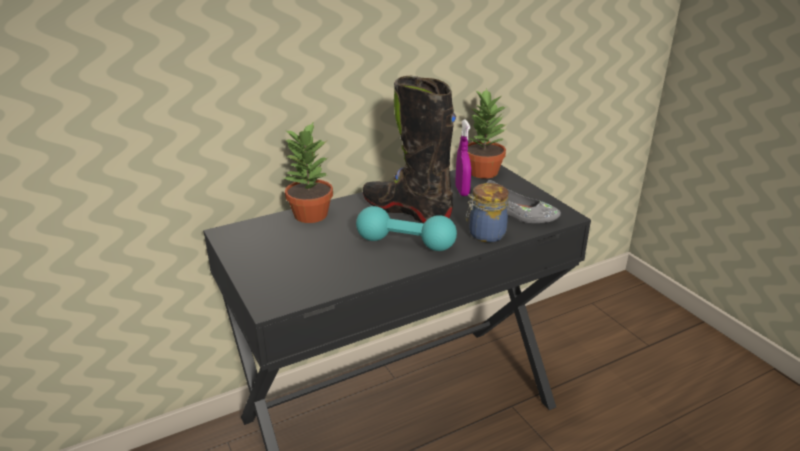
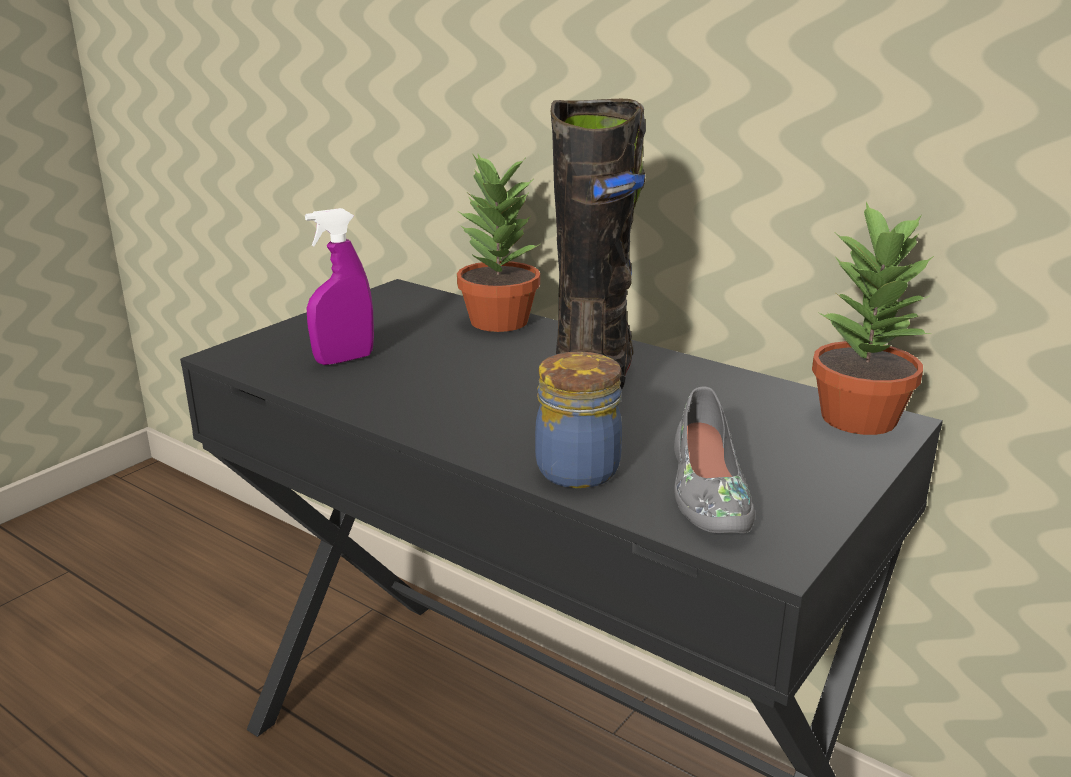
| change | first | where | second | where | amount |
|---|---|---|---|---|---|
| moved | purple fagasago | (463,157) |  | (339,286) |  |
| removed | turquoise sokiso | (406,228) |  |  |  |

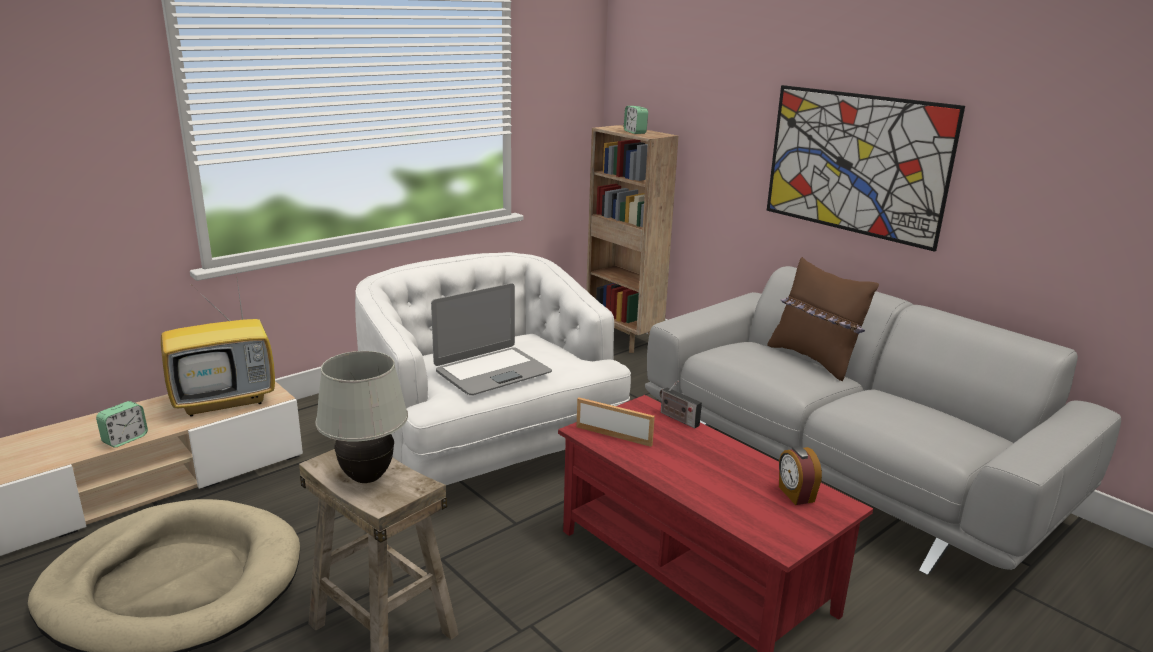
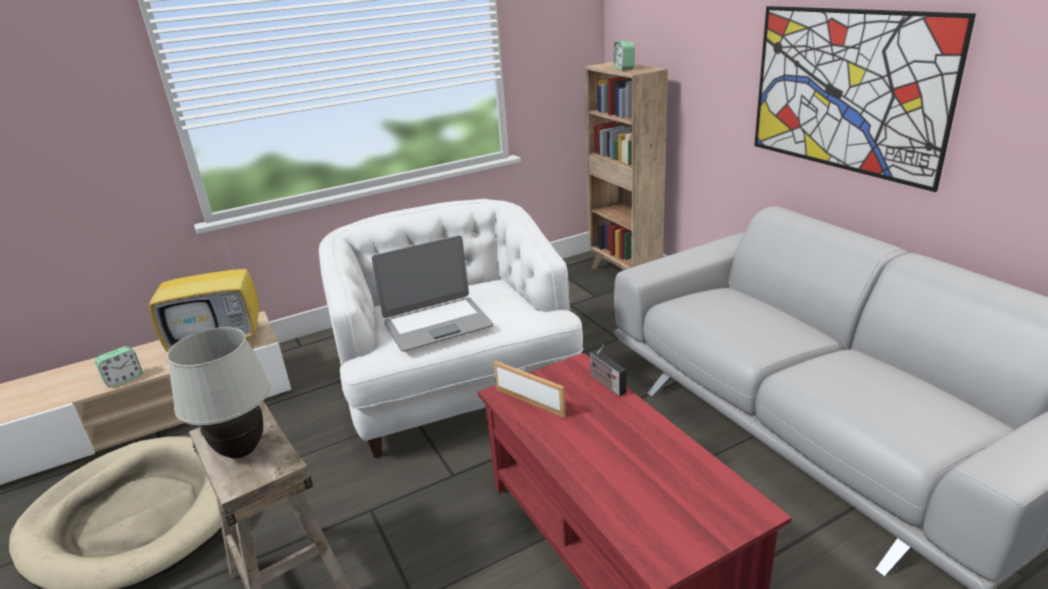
| change | first | where | second | where | amount |
|---|---|---|---|---|---|
| removed | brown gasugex | (823,319) |  |  |  |
| removed | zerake | (800,475) |  |  |  |

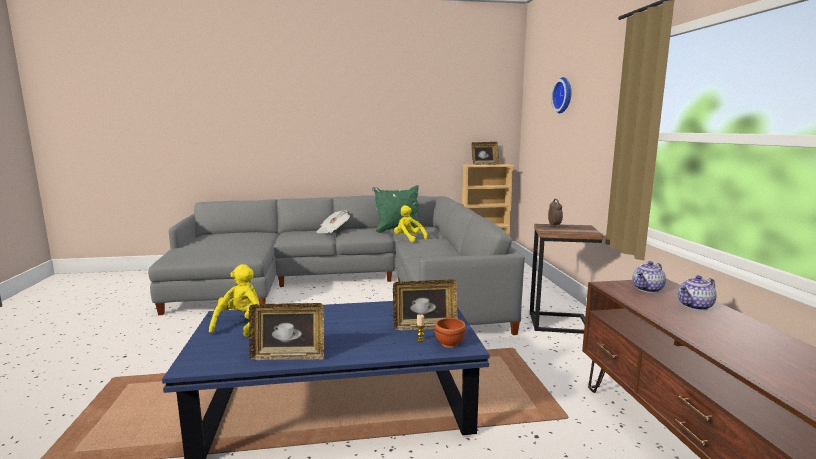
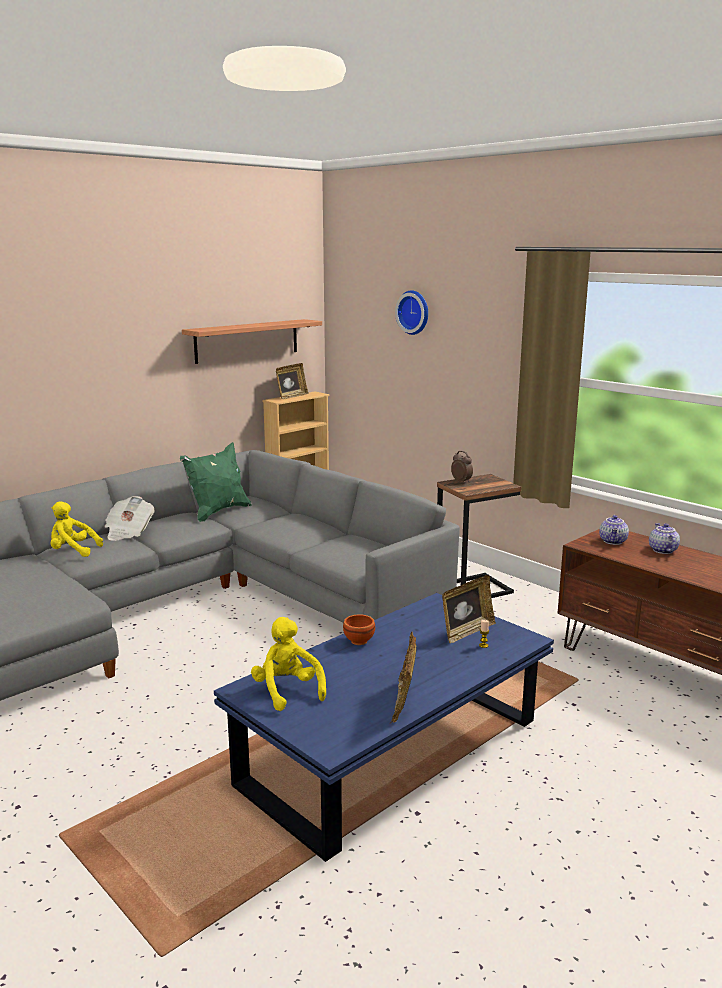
| change | first | where | second | where | amount |
|---|---|---|---|---|---|
| moved | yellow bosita | (411,223) |  | (76,529) |  |
| added |  |  | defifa | (252,341) |  |
| moved | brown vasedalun | (450,333) |  | (359,629) |  |
| turned | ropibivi | (287,331) |  | (402,677) | 135 degrees clockwise |
| turned | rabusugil | (697,293) |  | (664,538) | 150 degrees clockwise |

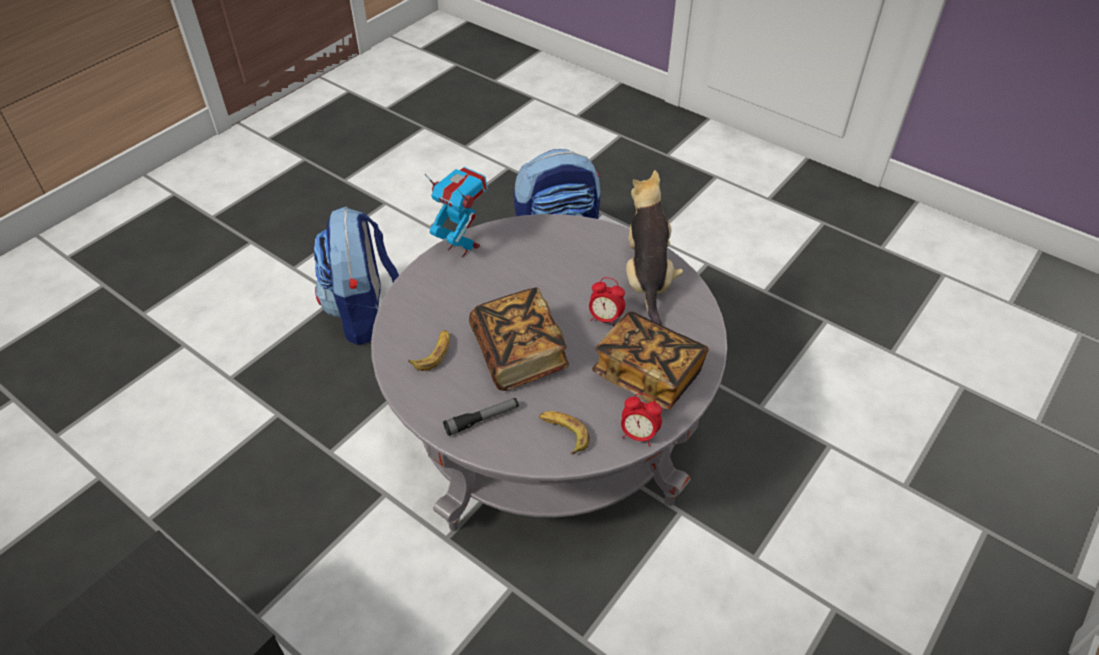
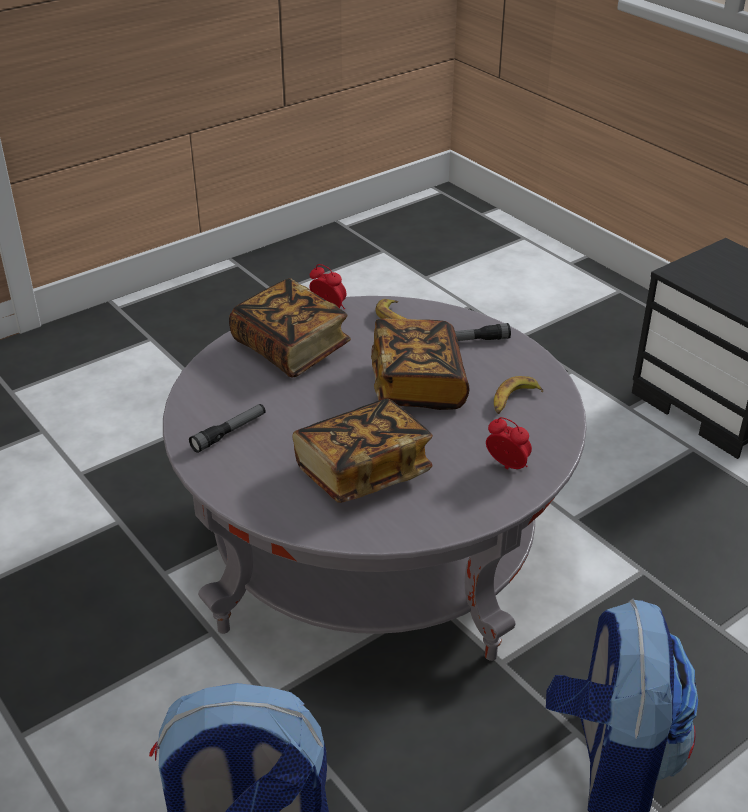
| change | first | where | second | where | amount |
|---|---|---|---|---|---|
| replaced | bosita | (654,247) | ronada | (227,428) |  |
| added |  |  | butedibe | (362,451) |  |
| moved | zerake | (607,301) |  | (509,443) |  |
| removed | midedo | (456,212) |  |  |  |

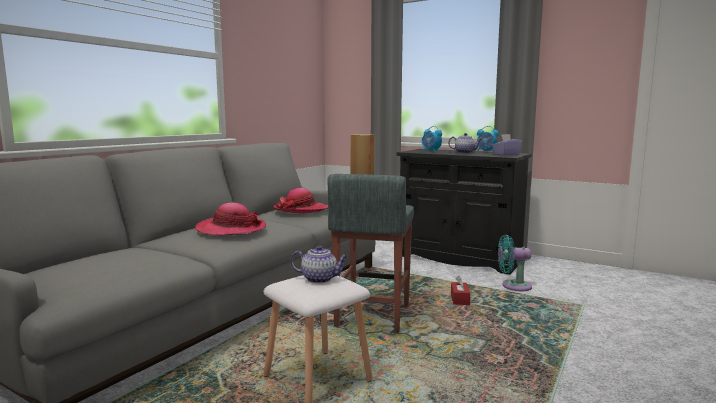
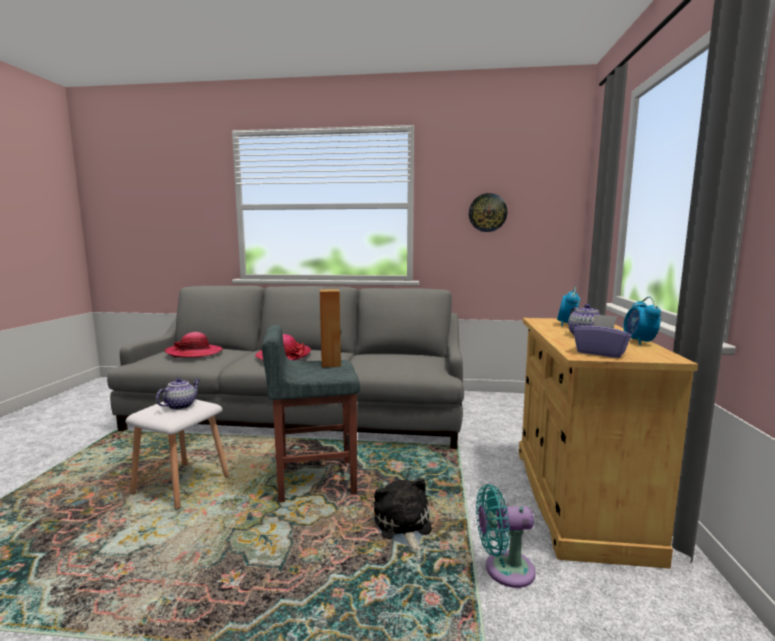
| change | first | where | second | where | amount |
|---|---|---|---|---|---|
| turned | rabusugil | (319,264) |  | (178,394) | 135 degrees counterclockwise |
| moved | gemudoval | (300,201) |  | (194,345) |  |
| replaced | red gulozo | (460,290) | bosita | (403,515) |  |
| added |  |  | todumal | (488,212) |  |
| turned | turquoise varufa | (515,263) |  | (506,536) | 75 degrees counterclockwise |
| recoloured | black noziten | (464,212) | beige noziten | (608,443) |  |

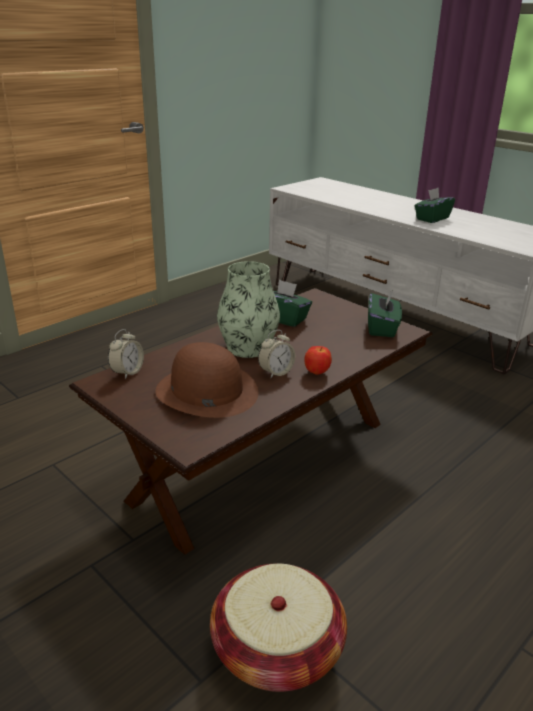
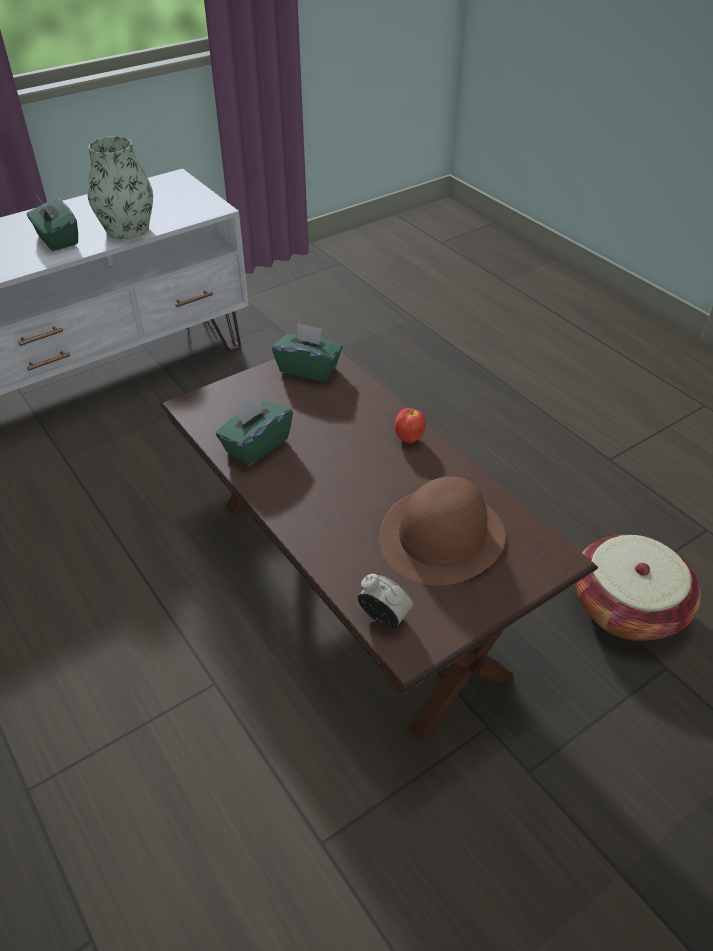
| change | first | where | second | where | amount |
|---|---|---|---|---|---|
| moved | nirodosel | (248,309) |  | (120,187) |  |
| removed | zerake | (276,354) |  |  |  |

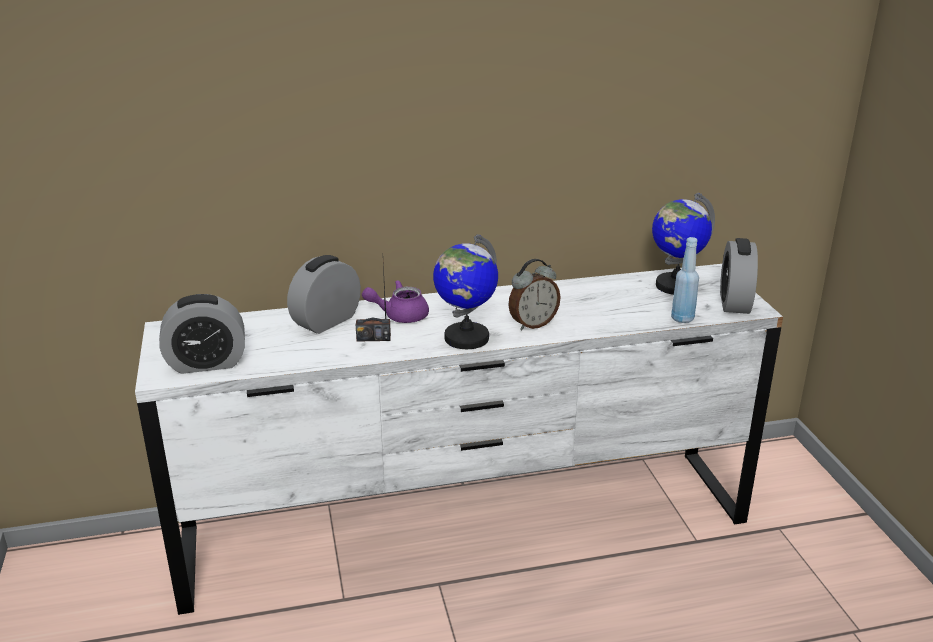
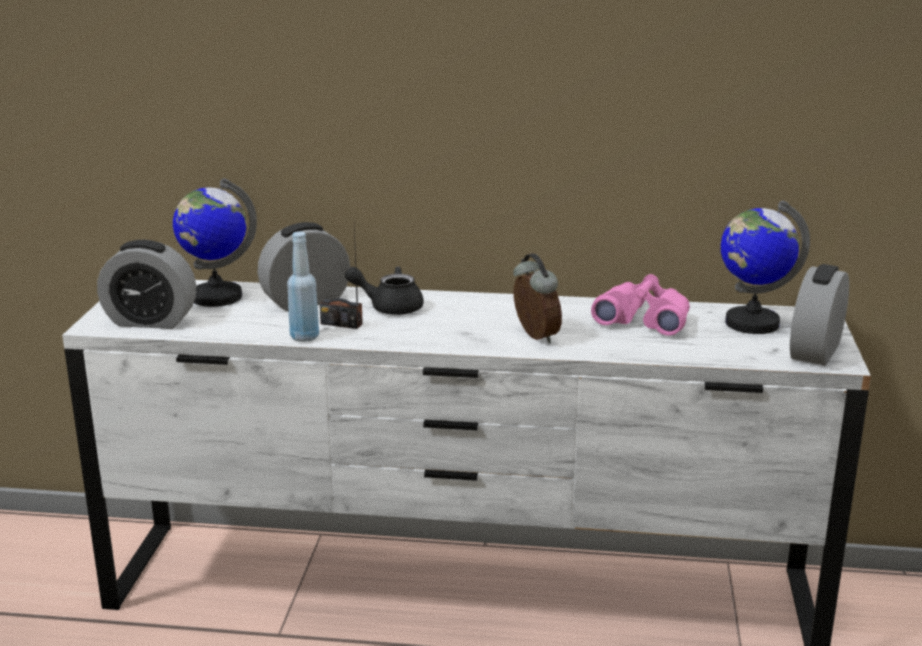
| change | first | where | second | where | amount |
|---|---|---|---|---|---|
| moved | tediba | (465,291) |  | (215,242) |  |
| moved | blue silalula | (685,280) |  | (303,287) |  |
| recoloured | purple rabusugil | (395,301) | black rabusugil | (384,290) |  |
| turned | zerake | (534,294) |  | (537,298) | 105 degrees counterclockwise |
| added |  |  | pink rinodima | (640,305) |  |

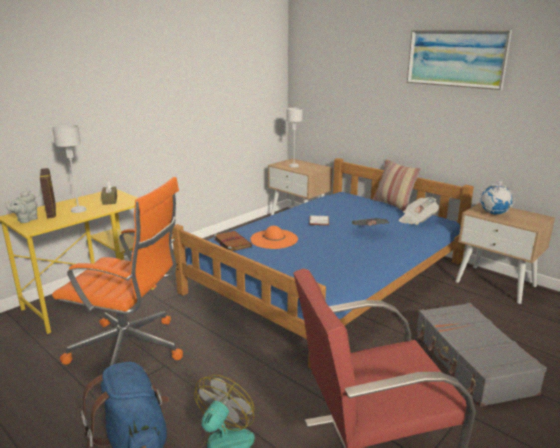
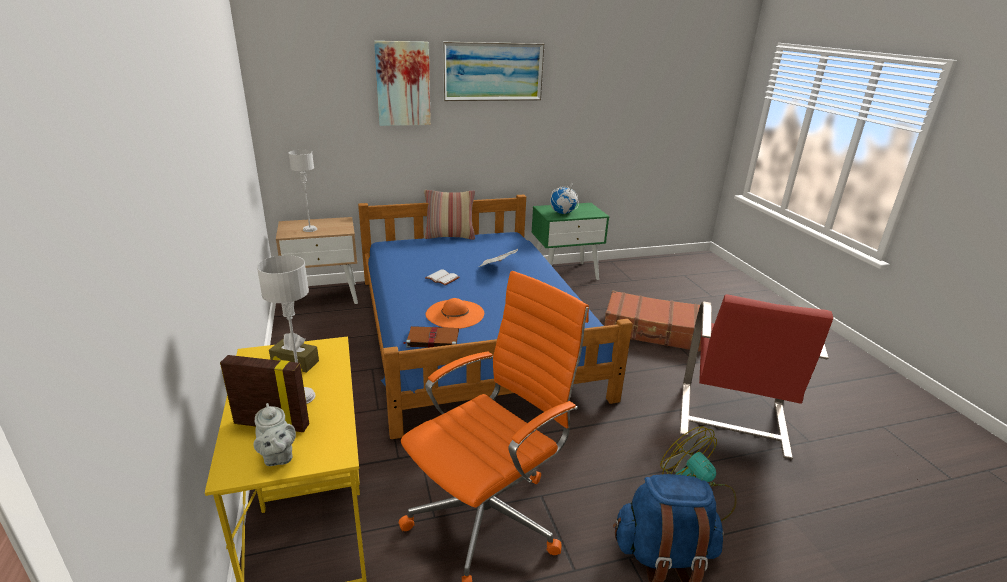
| change | first | where | second | where | amount |
|---|---|---|---|---|---|
| added |  |  | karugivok | (402,83) |  |
| recoloured | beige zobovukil | (505,253) | green zobovukil | (570,241) |  |
| recoloured | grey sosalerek | (481,355) | brown sosalerek | (652,321) |  |
| removed | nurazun | (419,211) |  |  |  |

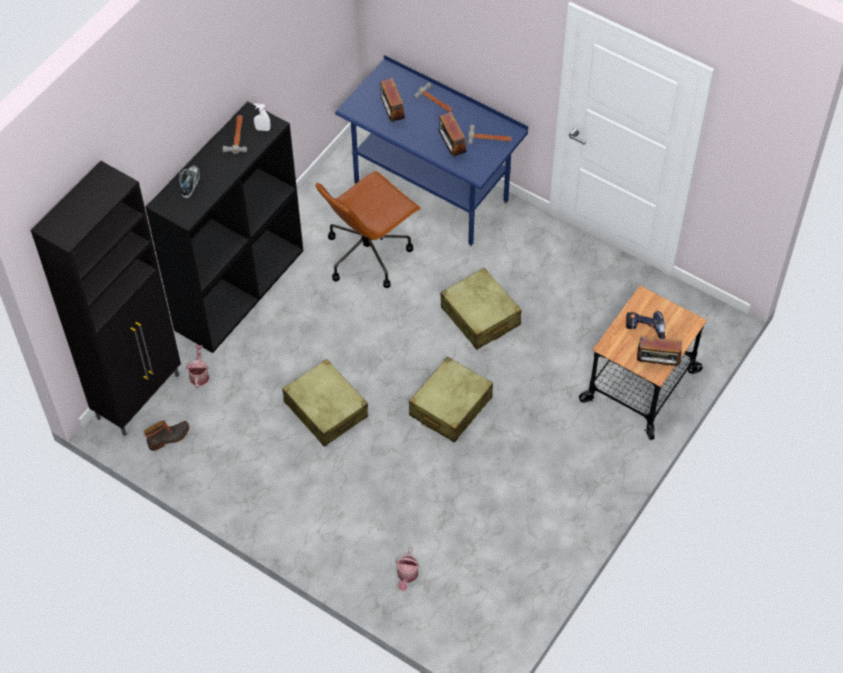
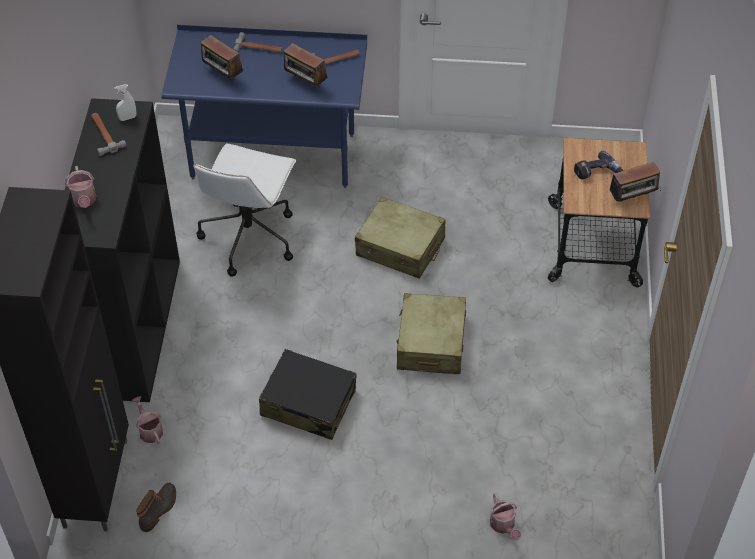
| change | first | where | second | where | amount |
|---|---|---|---|---|---|
| replaced | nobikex | (189,181) | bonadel | (81,187) |  |
| recoloured | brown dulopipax | (368,229) | white dulopipax | (244,210) |  |
| recoloured | beige sosalerek | (325,403) | black sosalerek | (308,394) |  |

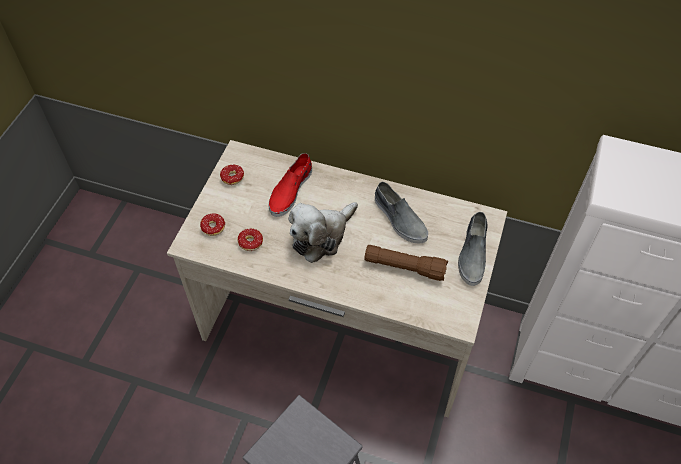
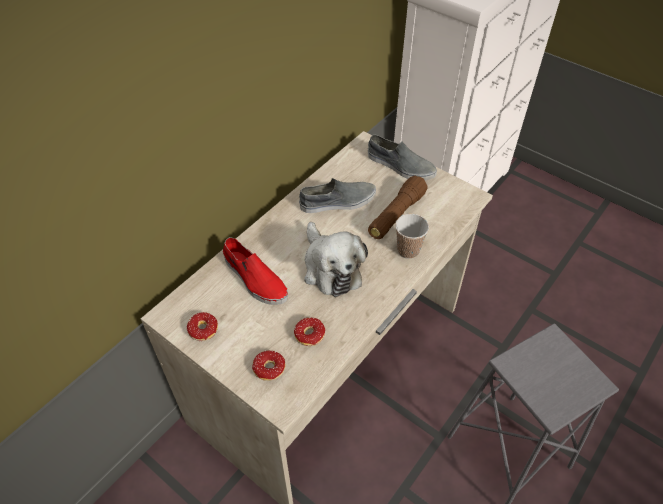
| change | first | where | second | where | amount |
|---|---|---|---|---|---|
| added |  |  | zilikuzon | (412,236) |  |

